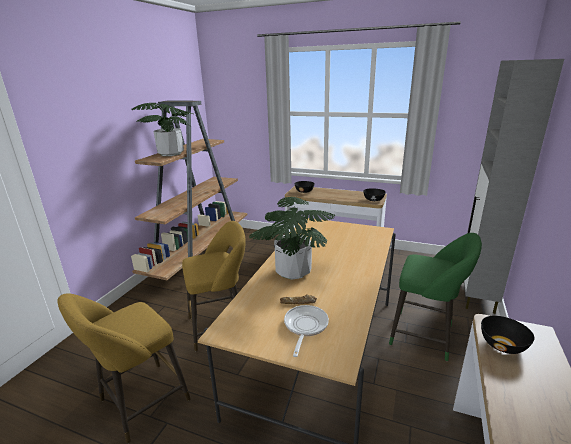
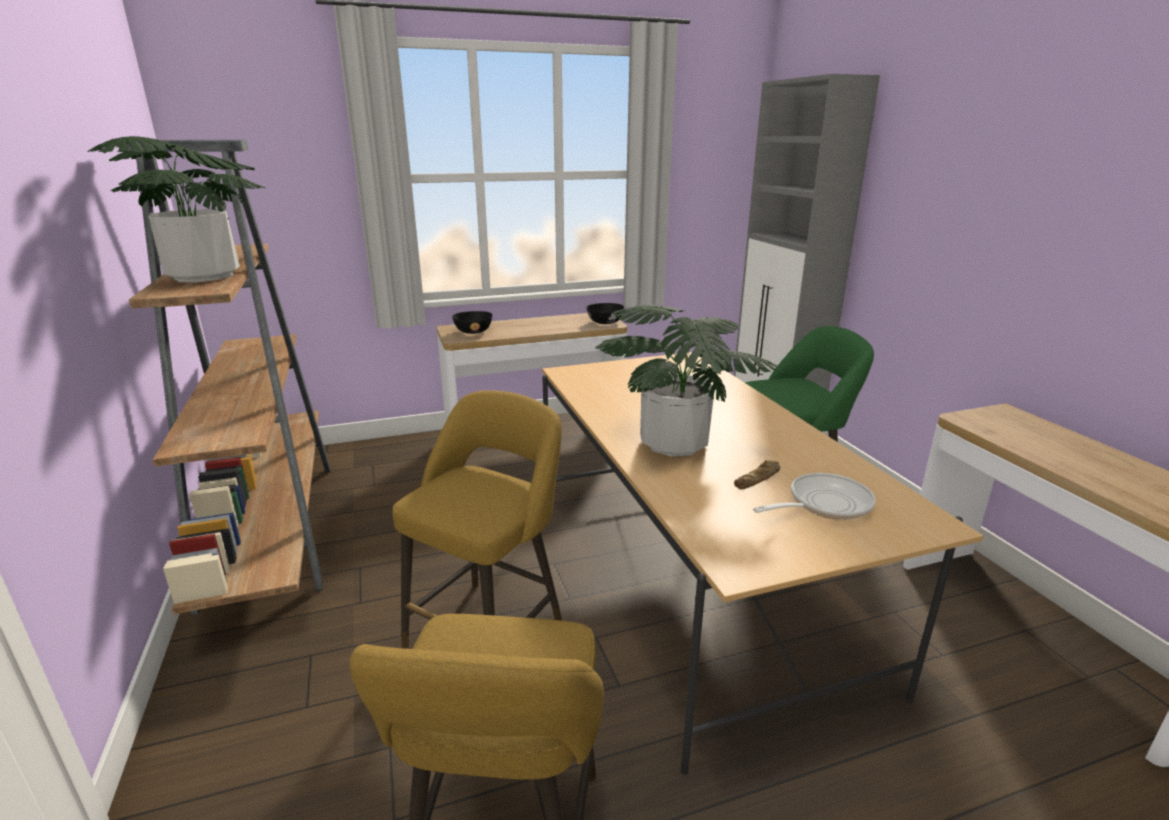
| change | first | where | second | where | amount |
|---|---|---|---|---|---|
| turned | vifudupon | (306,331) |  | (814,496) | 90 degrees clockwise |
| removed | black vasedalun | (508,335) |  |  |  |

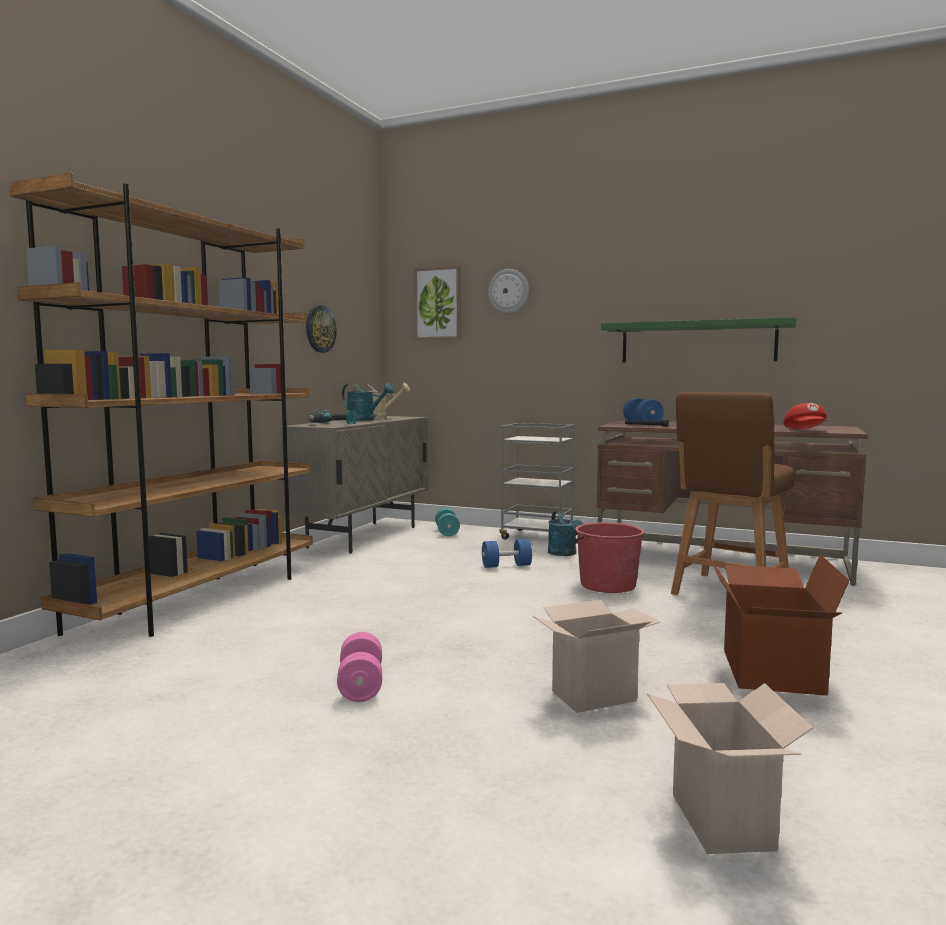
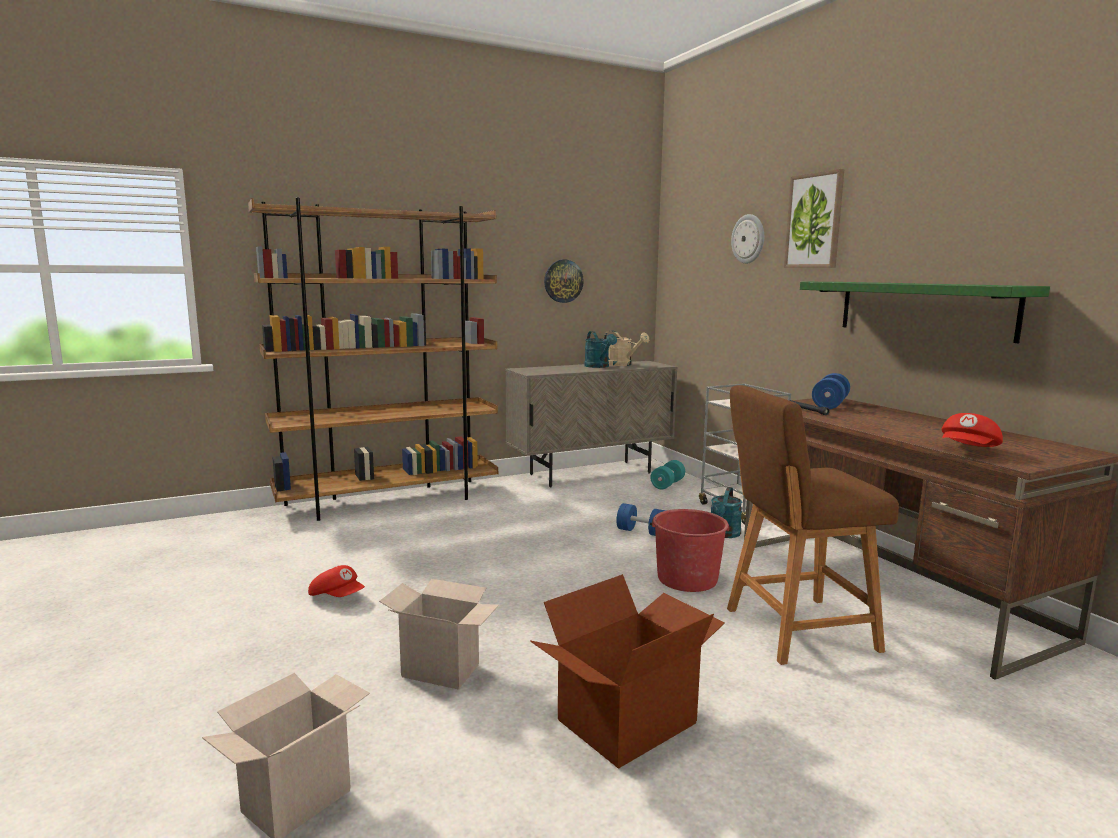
| change | first | where | second | where | amount |
|---|---|---|---|---|---|
| replaced | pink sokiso | (359,667) | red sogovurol | (336,581) |  |
| moved | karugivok | (437,303) |  | (814,218) |  |
| removed | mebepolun | (332,416) |  |  |  |

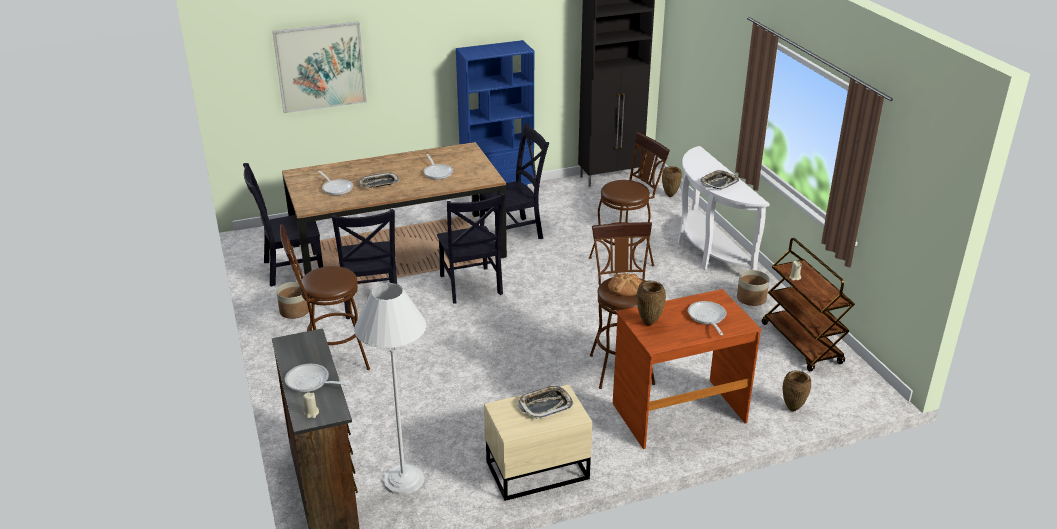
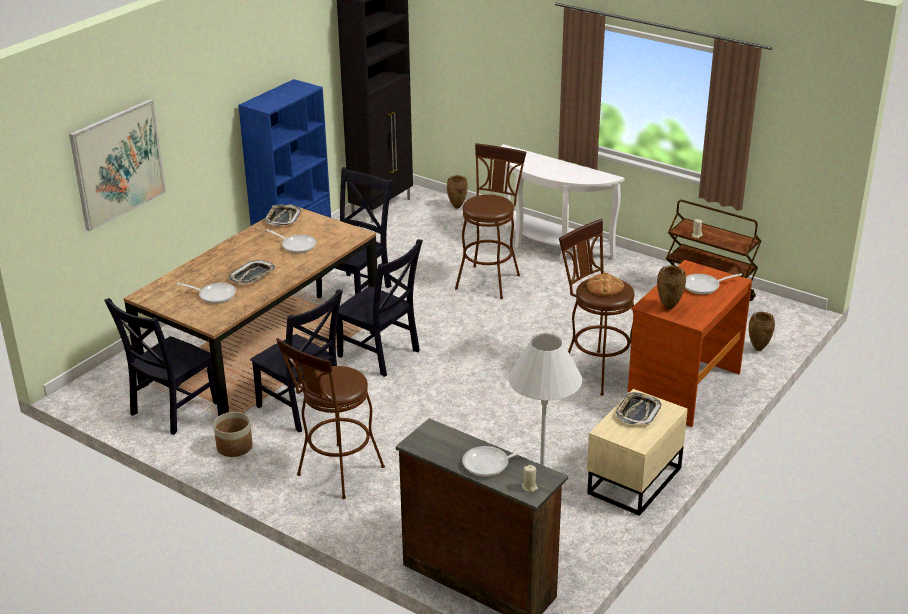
| change | first | where | second | where | amount |
|---|---|---|---|---|---|
| moved | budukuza | (720,180) |  | (283,215) |  |
| turned | vifudupon | (707,318) |  | (713,284) | 60 degrees counterclockwise |
| removed | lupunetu | (753,288) |  |  |  |

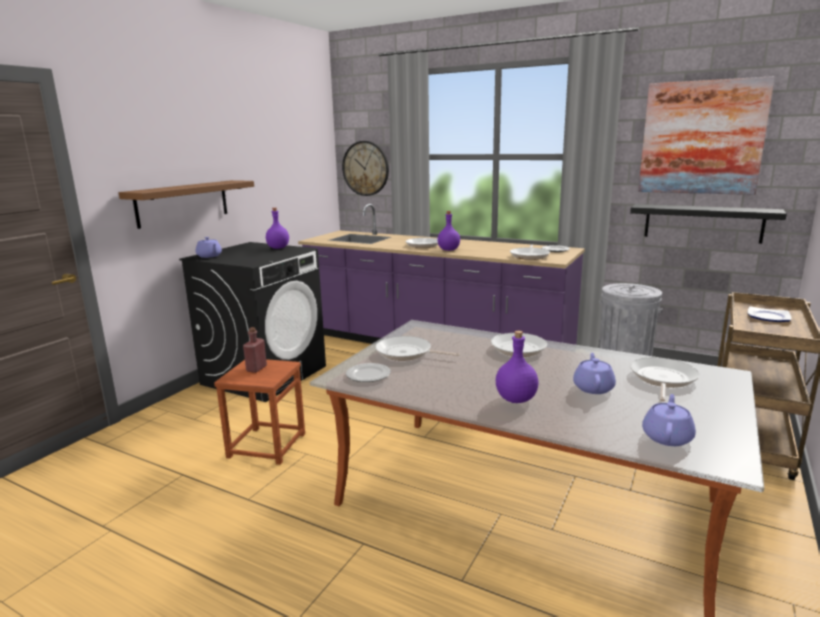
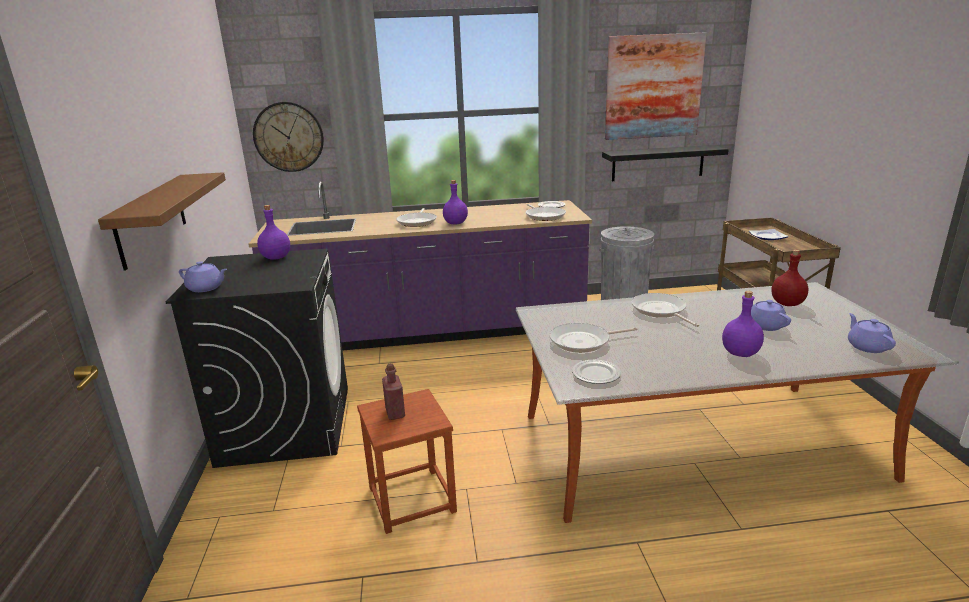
| change | first | where | second | where | amount |
|---|---|---|---|---|---|
| replaced | vifudupon | (665,379) | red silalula | (789,278) |  |

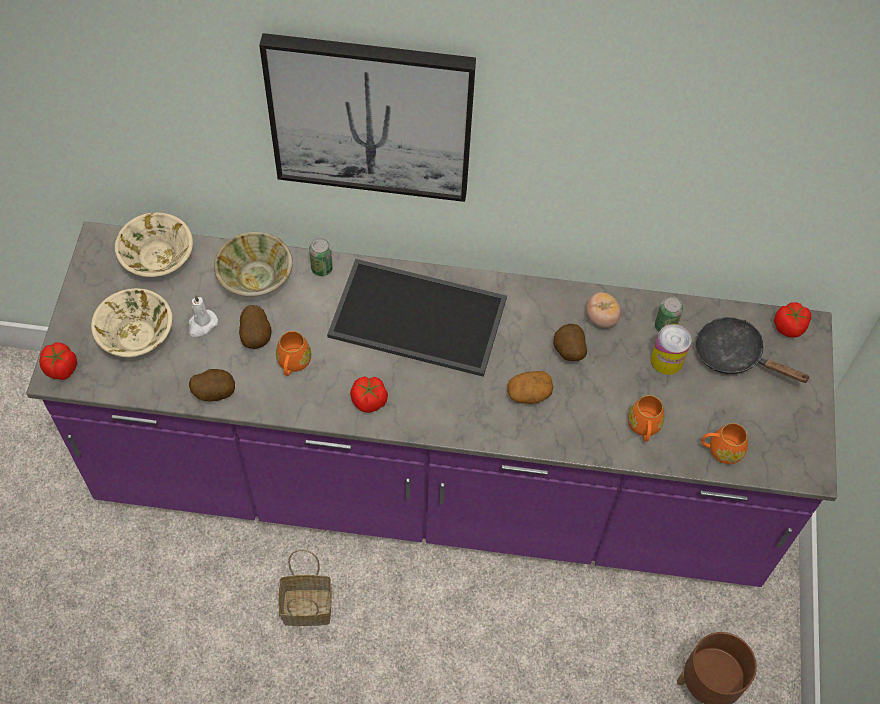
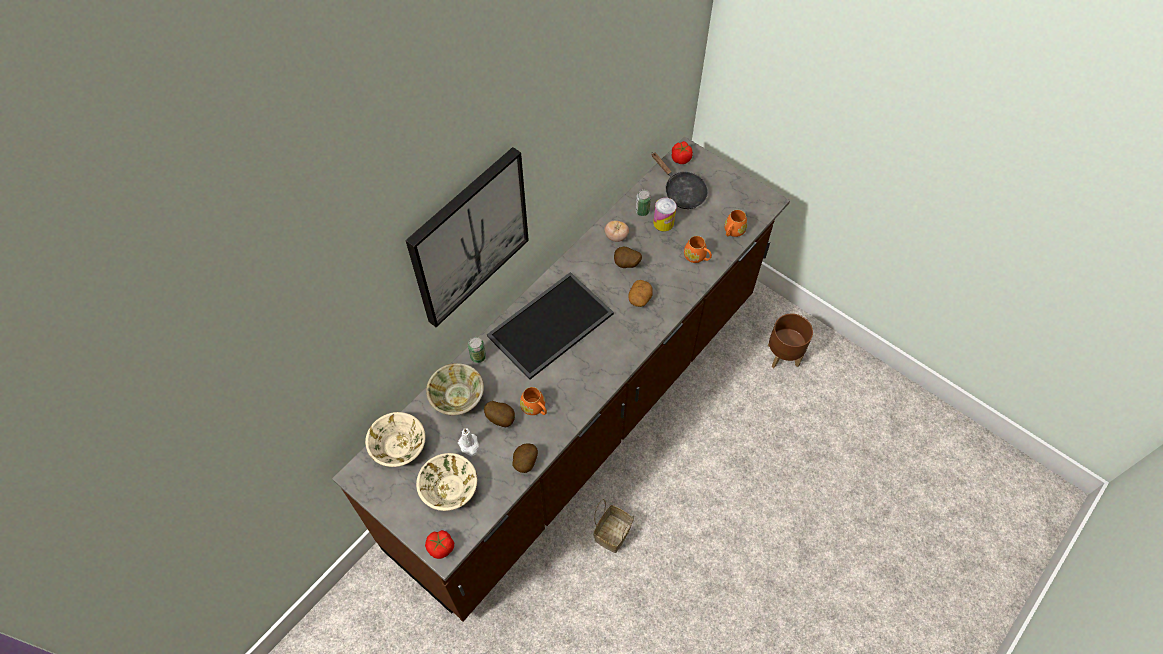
| change | first | where | second | where | amount |
|---|---|---|---|---|---|
| recoloured | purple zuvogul | (431,404) | brown zuvogul | (561,379) |  |
| turned | black vifudupon | (753,350) |  | (680,180) | 105 degrees counterclockwise |
| removed | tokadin | (369,394) |  |  |  |

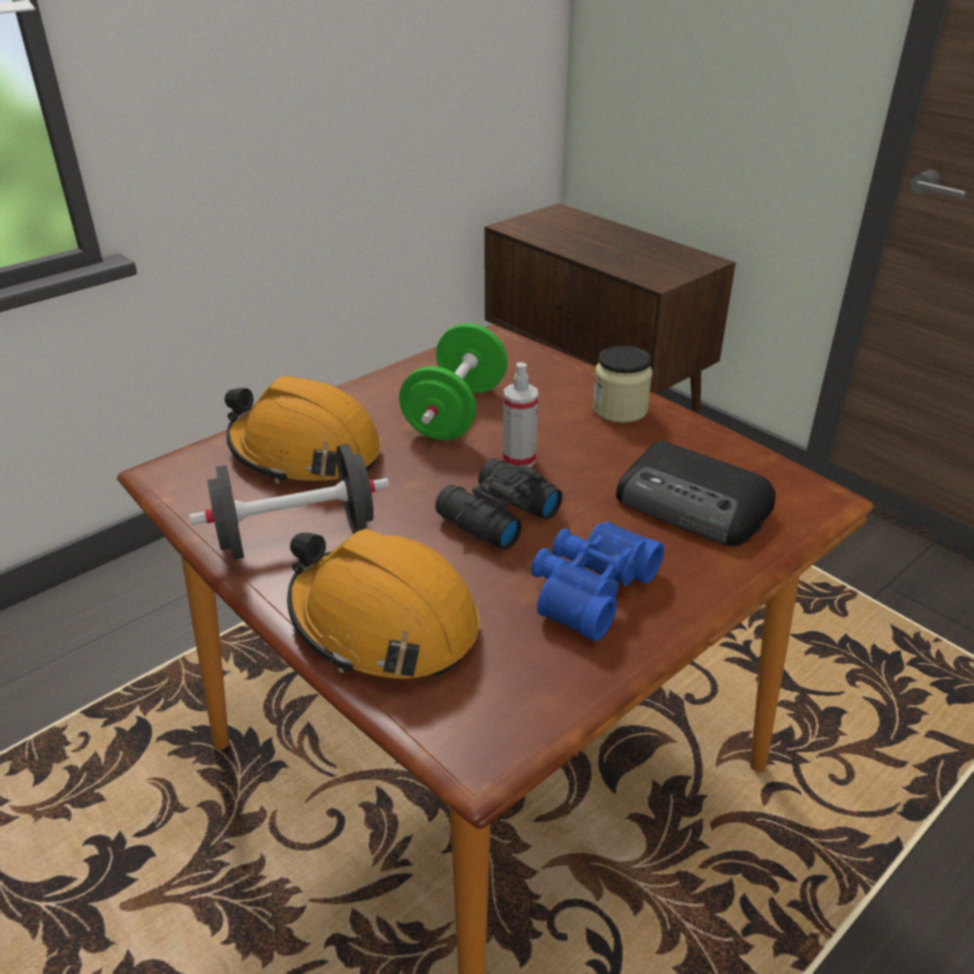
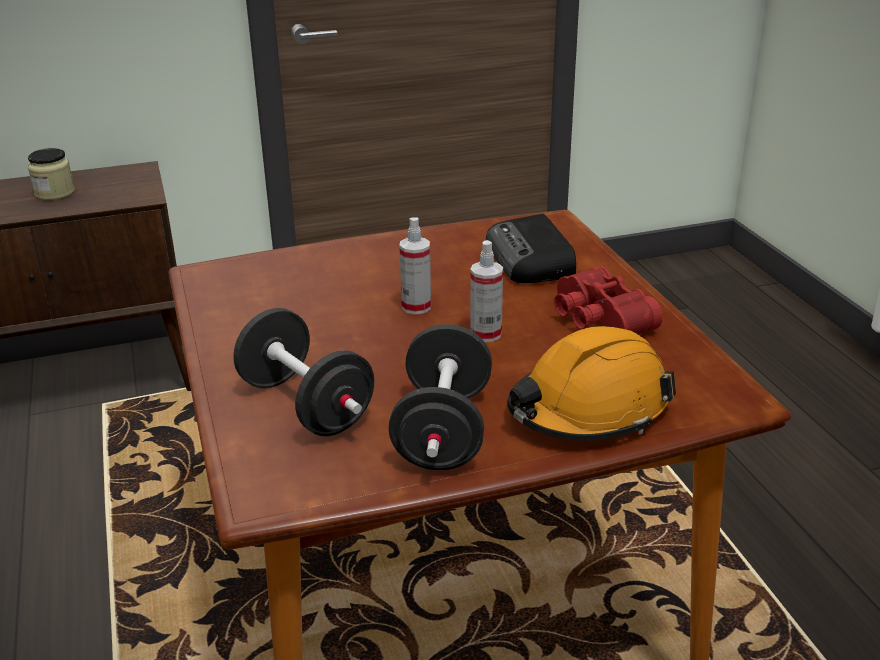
| change | first | where | second | where | amount |
|---|---|---|---|---|---|
| moved | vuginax | (622,384) |  | (51,174) |  |
| replaced | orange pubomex | (303,430) | black sokiso | (303,372) |  |
| replaced | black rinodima | (499,504) | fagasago | (486,291) |  |
| turned | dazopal | (696,493) |  | (531,248) | 105 degrees clockwise |
| recoloured | blue rinodima | (597,581) | red rinodima | (608,300) |  |
| removed | green sokiso | (453,381) |  |  |  |

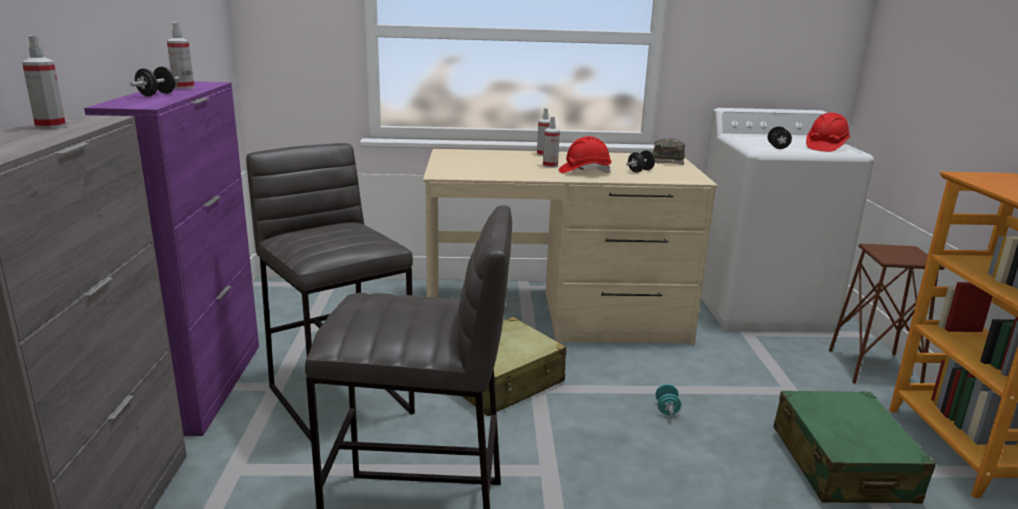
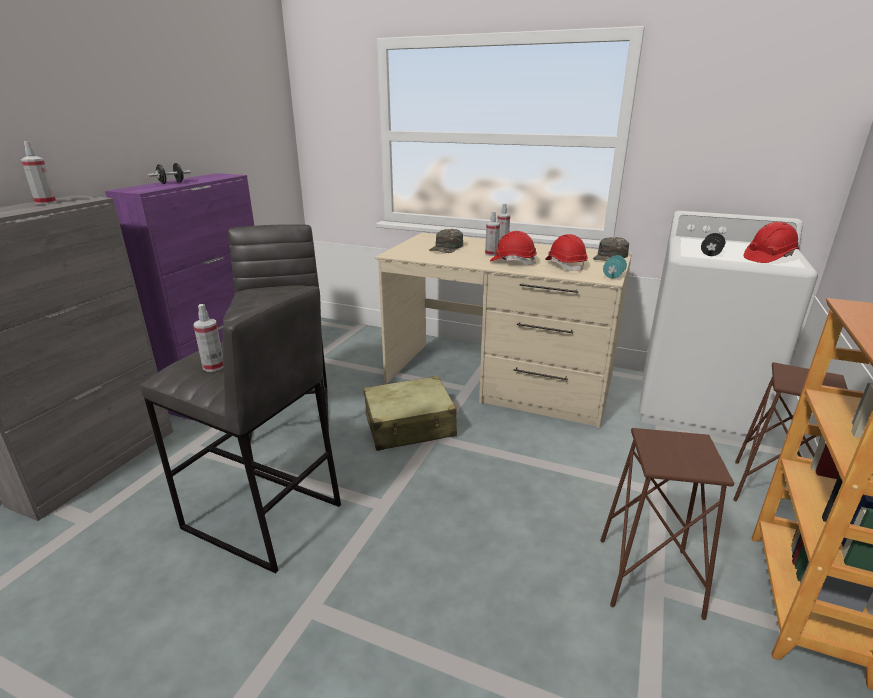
| change | first | where | second | where | amount |
|---|---|---|---|---|---|
| moved | fagasago | (180,55) |  | (208,338) |  |
| added |  |  | green sogovurol | (446,241) |  |
| replaced | black sokiso | (641,161) | red pubomex | (566,253) |  |
| replaced | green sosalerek | (854,447) | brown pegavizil | (667,524) |  |
| moved | turquoise sokiso | (668,399) |  | (615,267) |  |

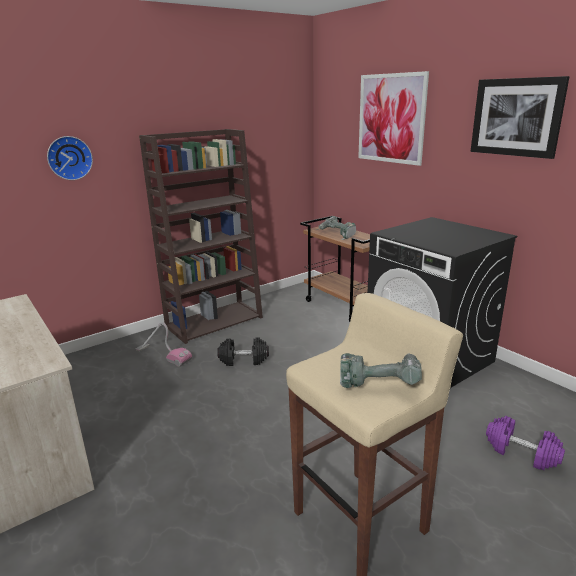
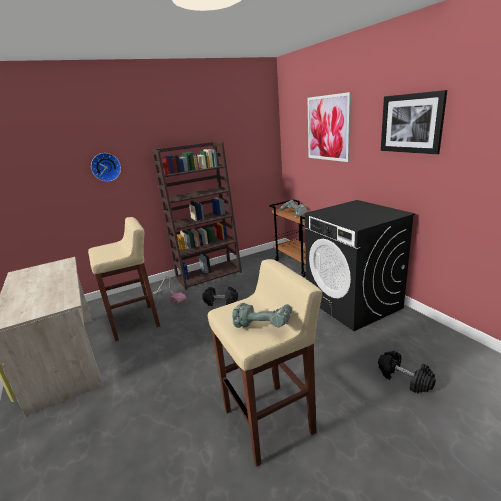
| change | first | where | second | where | amount |
|---|---|---|---|---|---|
| added |  |  | beige pegavizil | (124,279) |  |
| recoloured | purple sokiso | (525,443) | black sokiso | (407,372) |  |

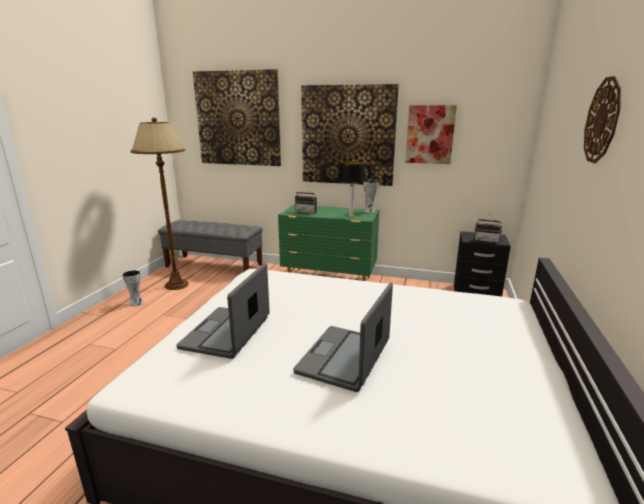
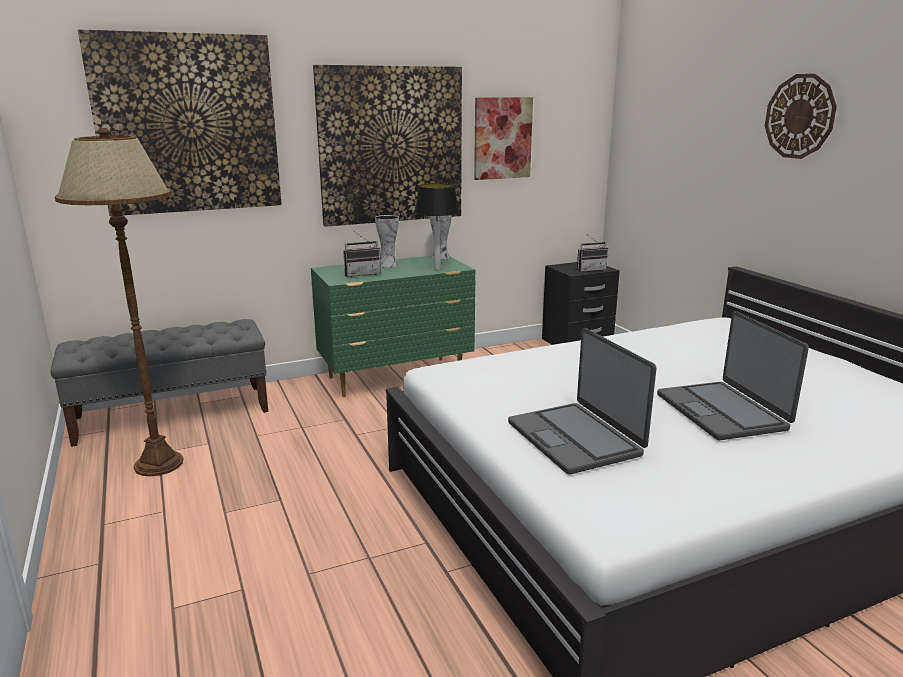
| change | first | where | second | where | amount |
|---|---|---|---|---|---|
| moved | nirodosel | (132,288) |  | (387,241) |  |

